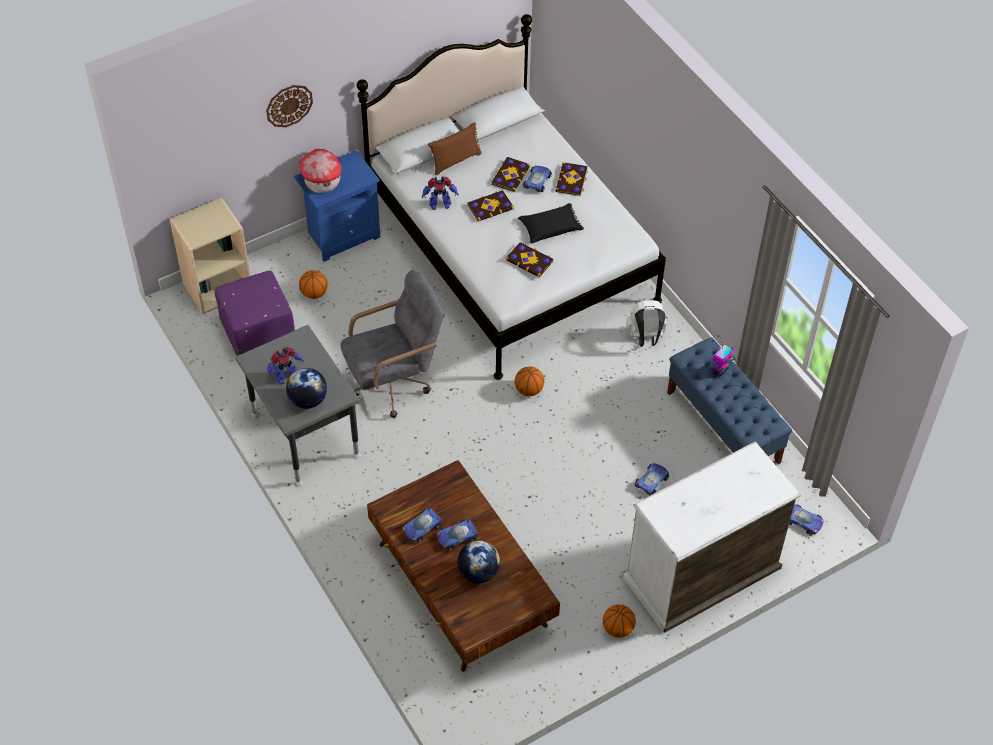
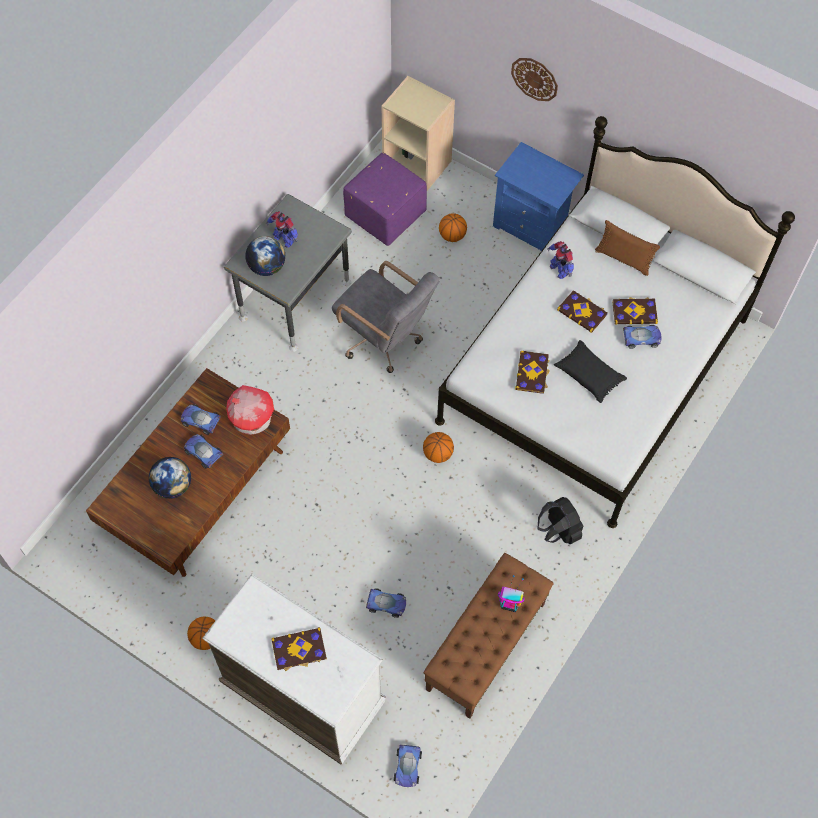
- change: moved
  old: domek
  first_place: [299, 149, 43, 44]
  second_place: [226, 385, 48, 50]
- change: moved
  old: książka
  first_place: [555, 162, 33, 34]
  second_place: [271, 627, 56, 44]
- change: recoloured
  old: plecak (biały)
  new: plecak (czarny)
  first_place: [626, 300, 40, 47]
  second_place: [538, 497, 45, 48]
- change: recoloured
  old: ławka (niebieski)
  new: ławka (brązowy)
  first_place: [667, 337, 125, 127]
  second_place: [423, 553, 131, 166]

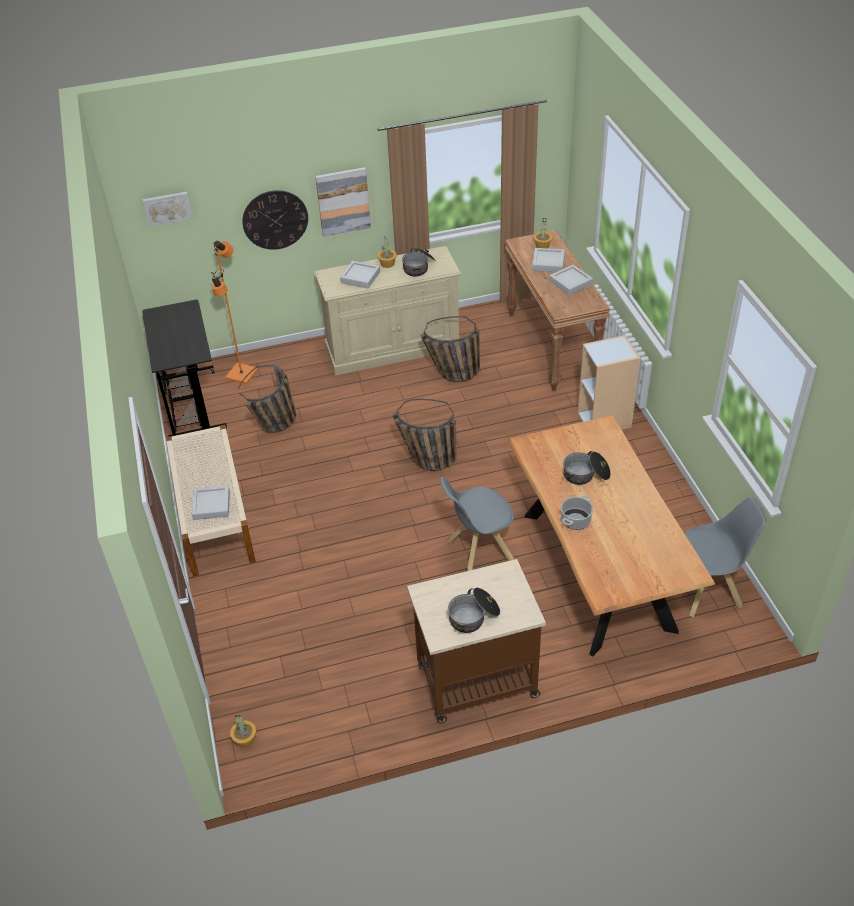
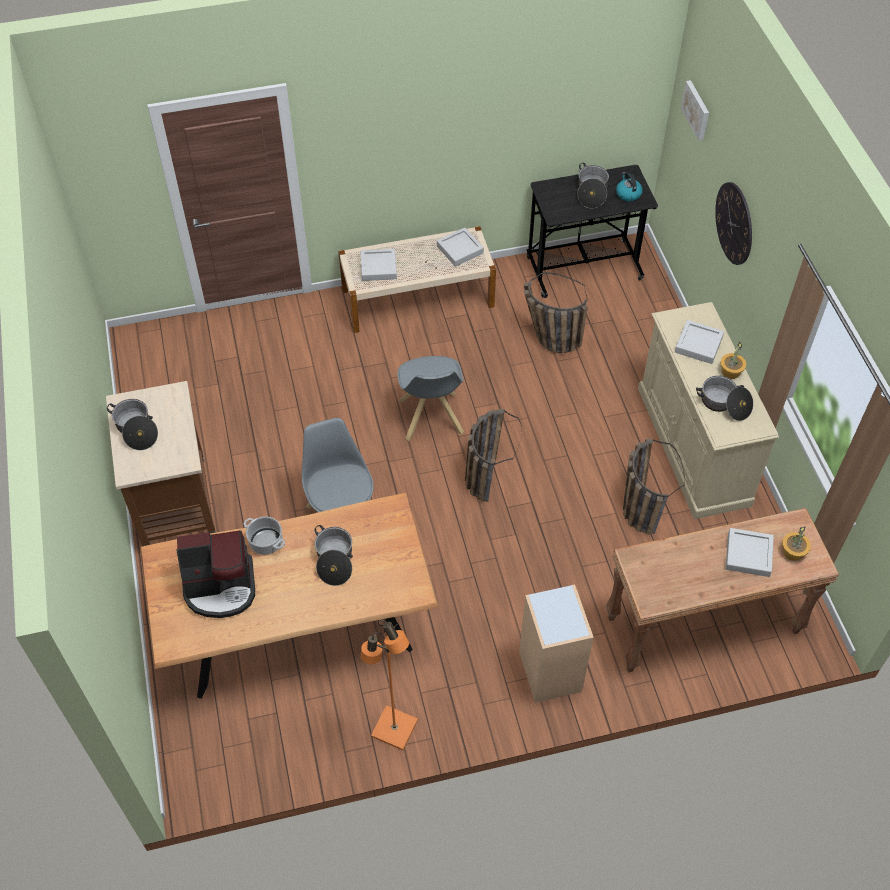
- change: removed
  old: obraz
  first_place: [315, 167, 56, 70]
- change: moved
  old: lampa stojąca (pomarańczowy)
  first_place: [211, 240, 47, 144]
  second_place: [361, 620, 57, 130]
- change: moved
  old: taca (szary)
  first_place: [549, 265, 44, 30]
  second_place: [437, 228, 47, 39]
- change: moved
  old: krzesło (szary)
  first_place: [684, 497, 82, 120]
  second_place: [397, 356, 67, 85]
- change: removed
  old: roślina doniczkowa
  first_place: [230, 715, 26, 33]
- change: added
  new: garnek
  second_place: [578, 163, 31, 46]
- change: added
  new: czajnik
  second_place: [616, 172, 27, 30]
- change: added
  new: ekspres do kawy
  second_place: [177, 530, 78, 88]

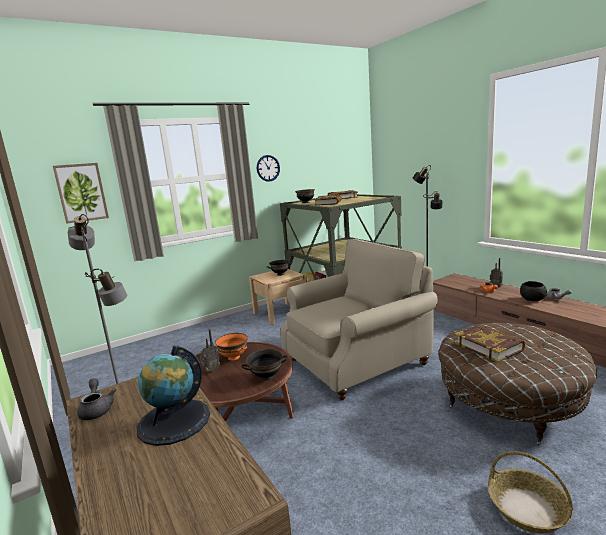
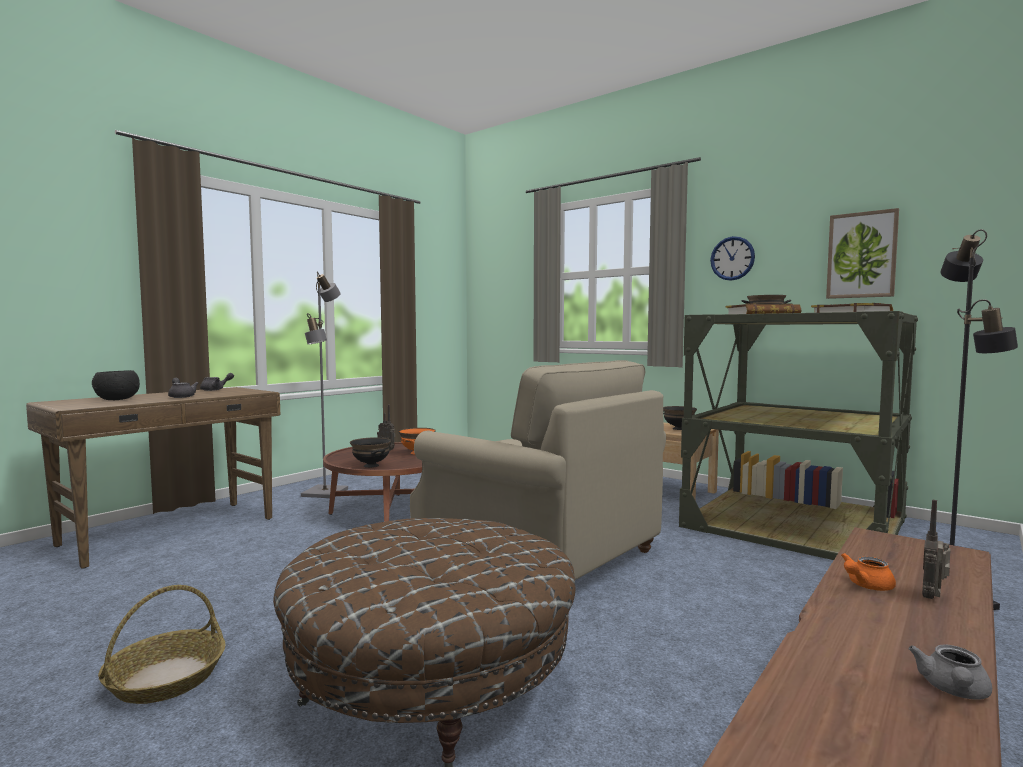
- change: moved
  old: obraz
  first_place: [53, 163, 56, 61]
  second_place: [826, 208, 73, 91]
- change: moved
  old: miska (czarny)
  first_place: [520, 281, 27, 20]
  second_place: [92, 370, 48, 30]
- change: removed
  old: książka
  first_place: [455, 325, 70, 38]
- change: replaced
  old: globus
  new: imbryk (szary)
  first_place: [137, 345, 73, 101]
  second_place: [168, 378, 31, 20]

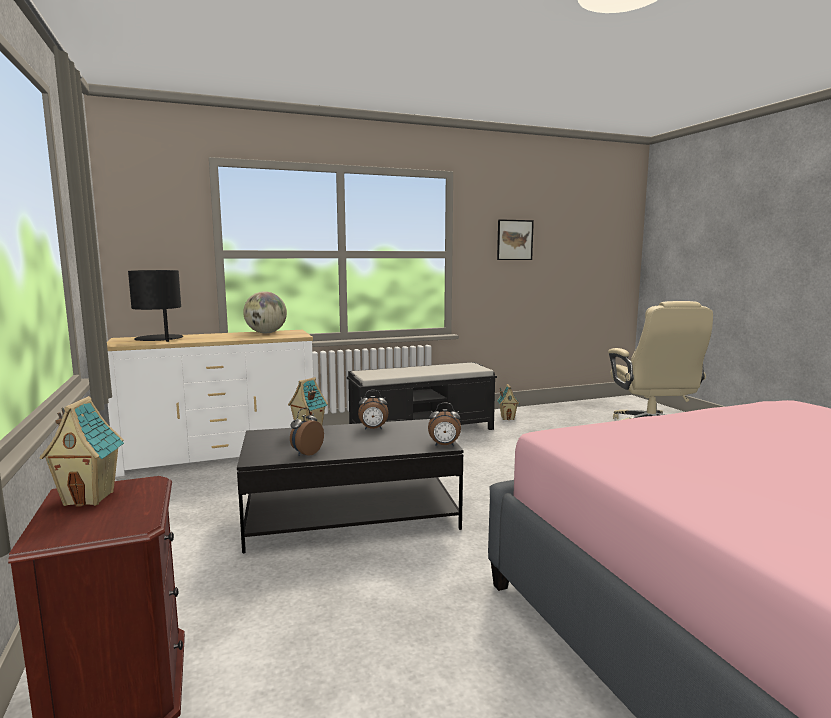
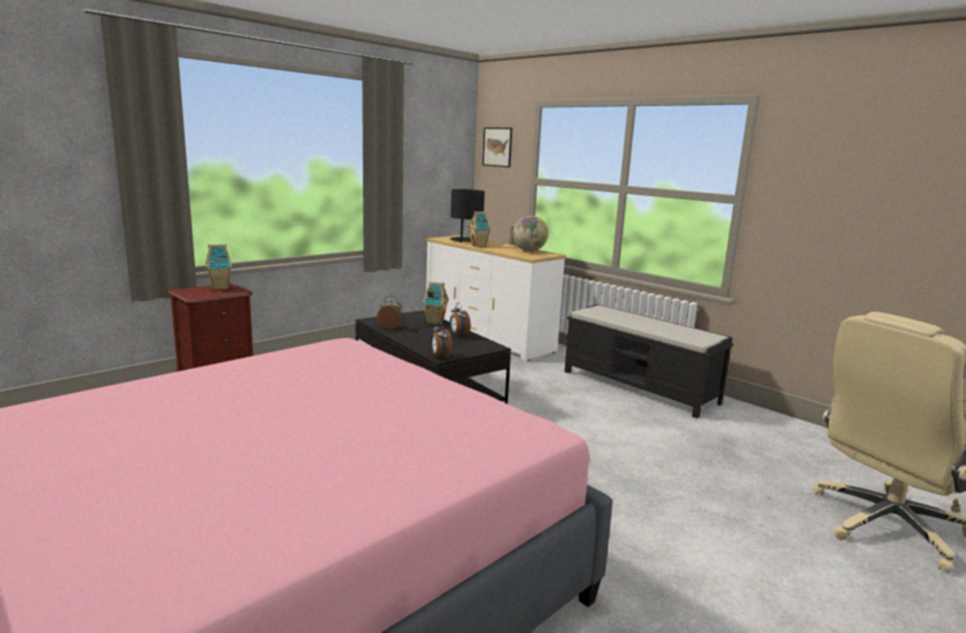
- change: moved
  old: obraz
  first_place: [497, 219, 37, 41]
  second_place: [482, 127, 30, 40]
- change: moved
  old: domek
  first_place: [497, 384, 22, 36]
  second_place: [468, 211, 23, 36]

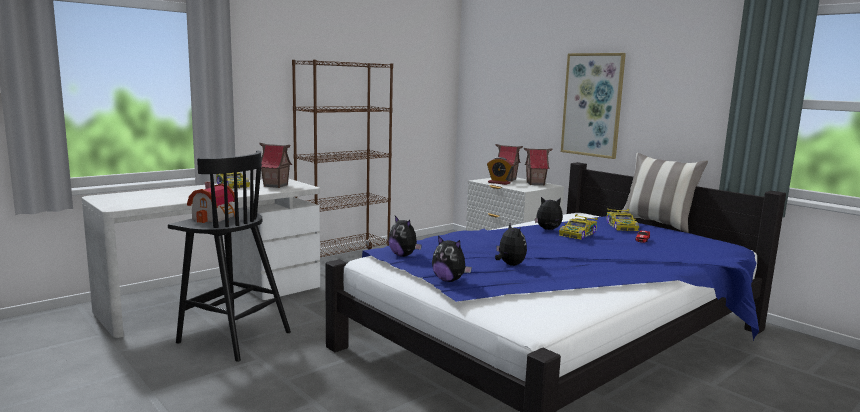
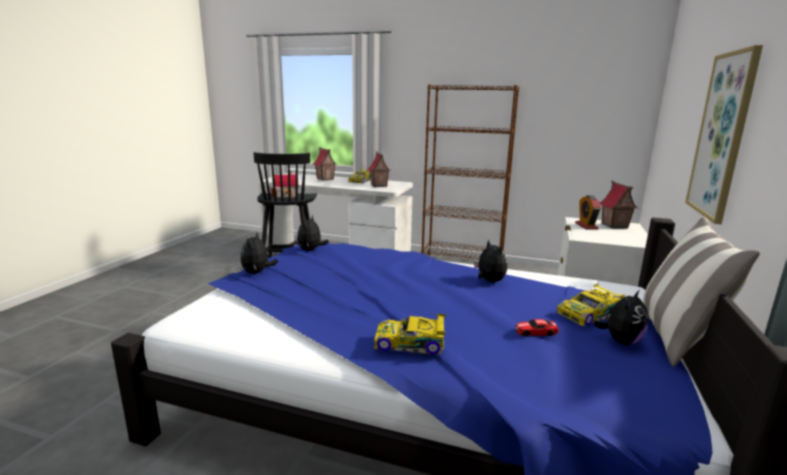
- change: moved
  old: domek
  first_place: [524, 148, 29, 37]
  second_place: [313, 147, 25, 34]
- change: moved
  old: samochodzik
  first_place: [559, 214, 39, 26]
  second_place: [374, 314, 72, 40]
- change: moved
  old: pluszak
  first_place: [495, 223, 32, 43]
  second_place: [593, 290, 56, 55]

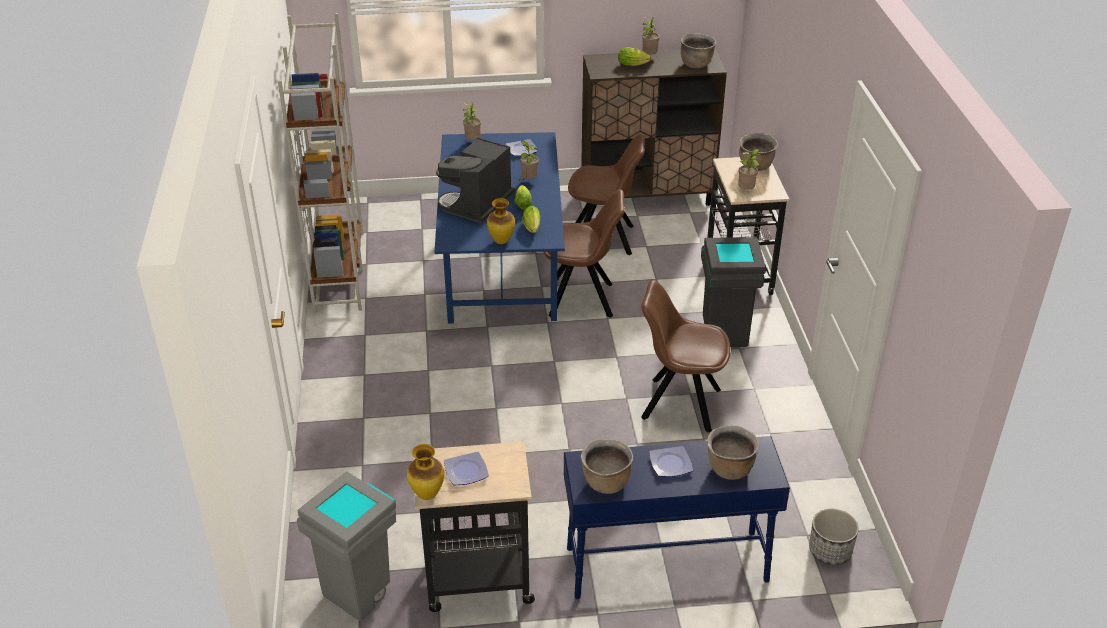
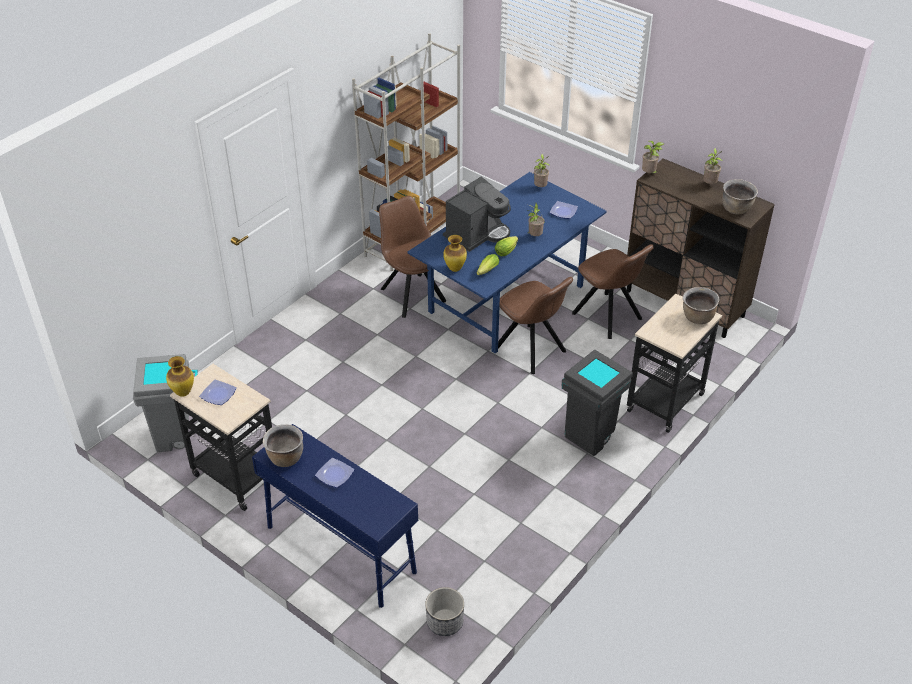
- change: removed
  old: sałata
  first_place: [618, 47, 33, 19]
- change: turned
  old: ekspres do kawy
  first_place: [436, 137, 79, 86]
  second_place: [443, 177, 68, 75]
  degrees: 150
- change: moved
  old: roślina doniczkowa
  first_place: [738, 149, 23, 41]
  second_place: [642, 141, 22, 32]
- change: moved
  old: krzesło (brązowy)
  first_place: [641, 280, 90, 152]
  second_place: [379, 196, 67, 122]
- change: removed
  old: garnek (brązowy)
  first_place: [707, 426, 52, 54]

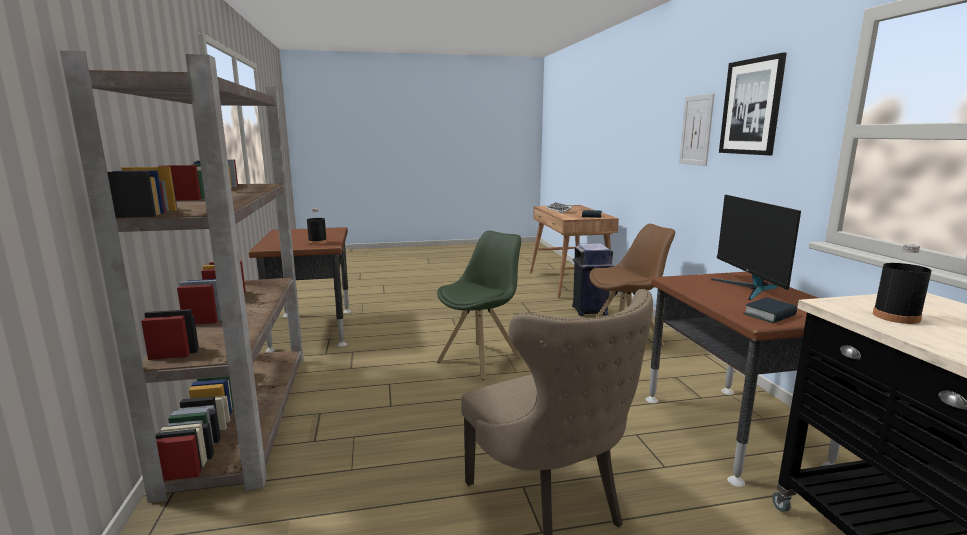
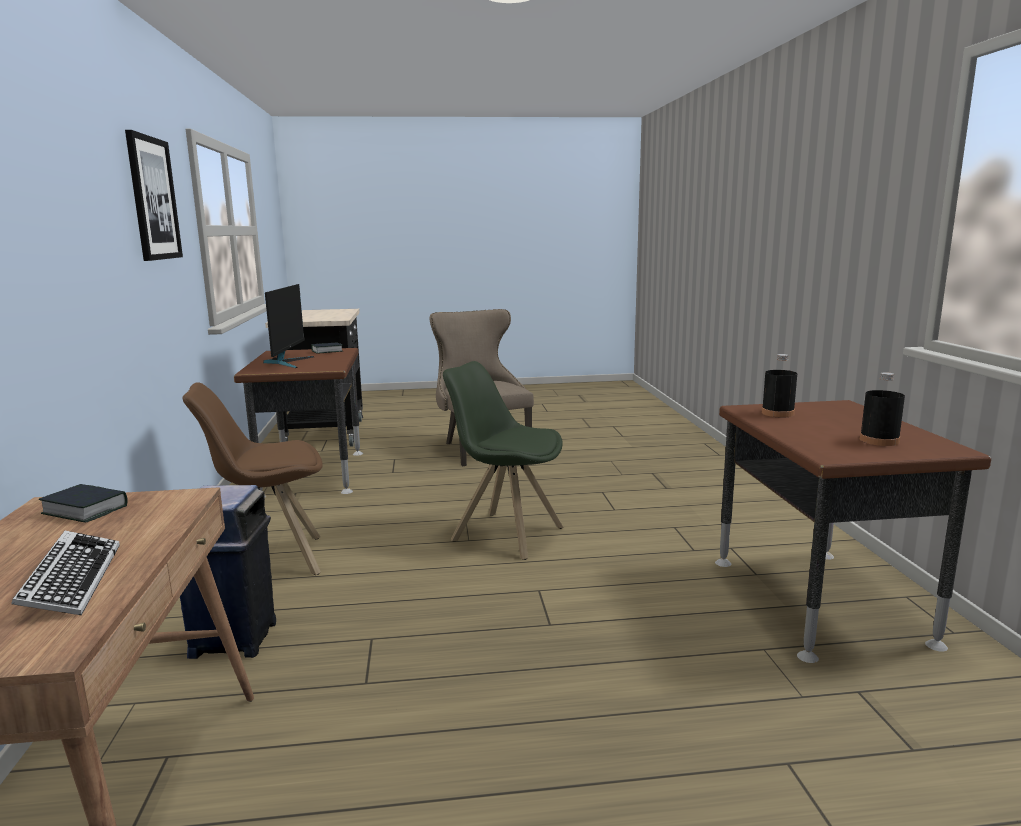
- change: removed
  old: regał (brązowy)
  first_place: [60, 51, 243, 452]
- change: removed
  old: obraz
  first_place: [679, 94, 36, 72]
- change: turned
  old: krzesło (zielony)
  first_place: [436, 231, 85, 149]
  second_place: [443, 361, 121, 199]
  degrees: 75
- change: moved
  old: butelka (czarny)
  first_place: [873, 244, 59, 80]
  second_place: [860, 372, 45, 74]

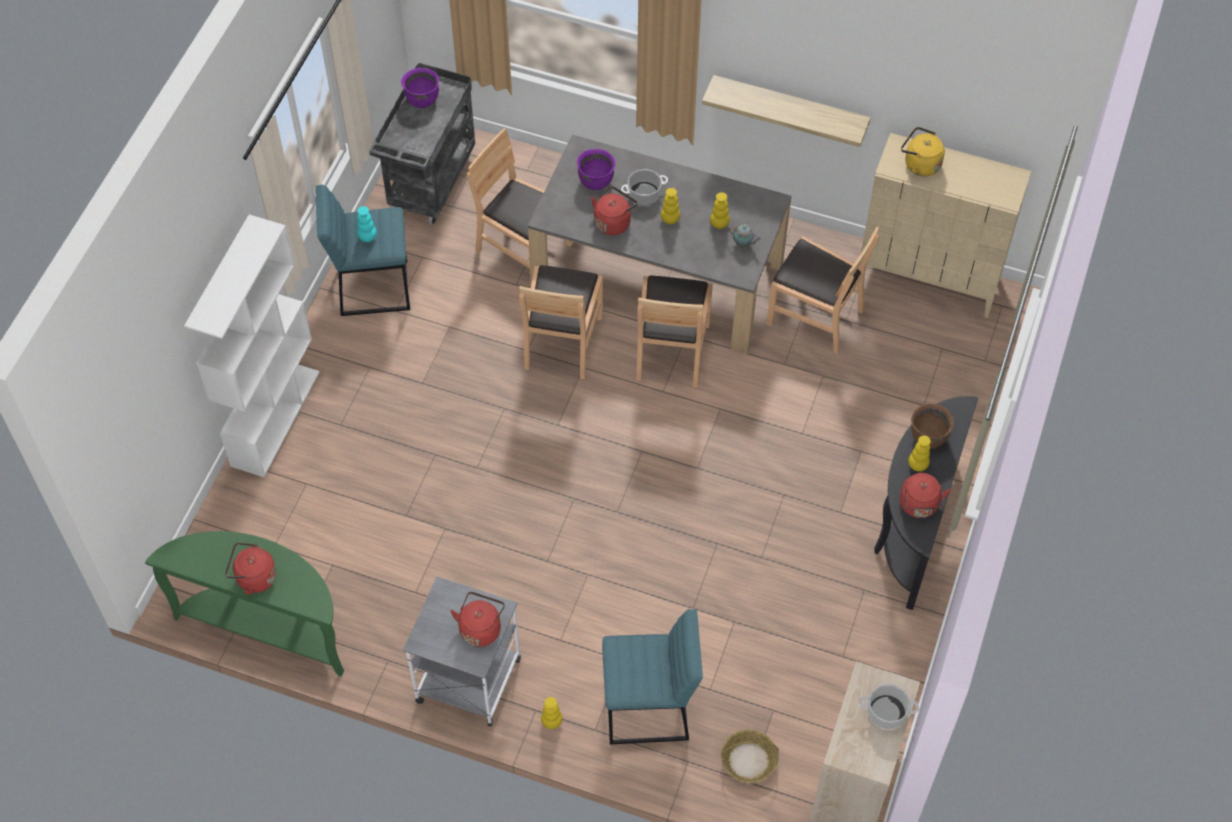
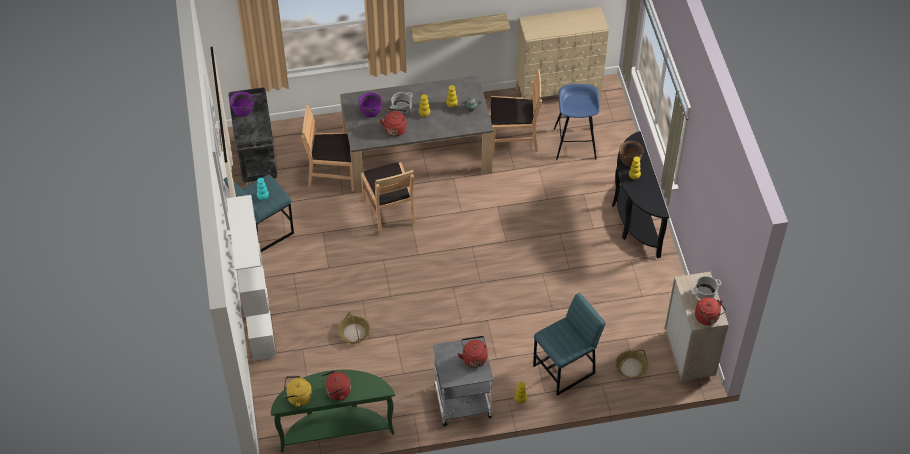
- change: moved
  old: czajnik (żółty)
  first_place: [901, 127, 44, 50]
  second_place: [283, 376, 29, 31]
- change: removed
  old: krzesło (brązowy)
  first_place: [636, 275, 77, 113]
- change: moved
  old: czajnik (czerwony)
  first_place: [900, 473, 51, 45]
  second_place: [695, 297, 31, 28]
- change: added
  new: stołek (niebieski)
  second_place: [554, 84, 46, 76]
- change: added
  new: koszyk
  second_place: [338, 311, 32, 33]

